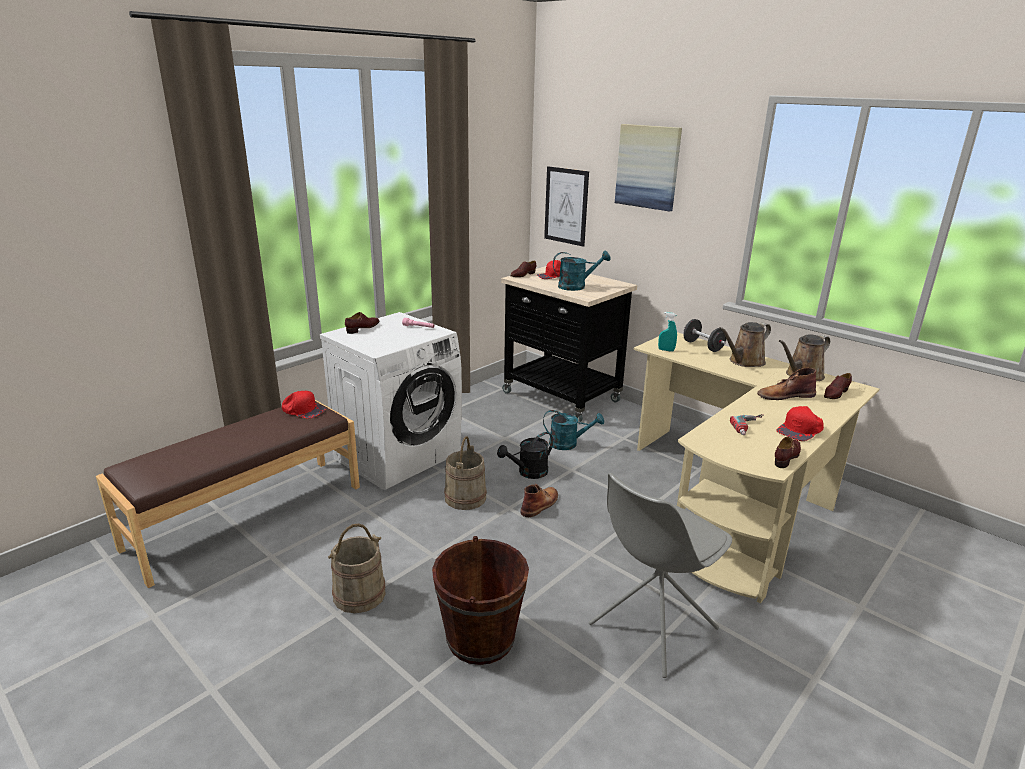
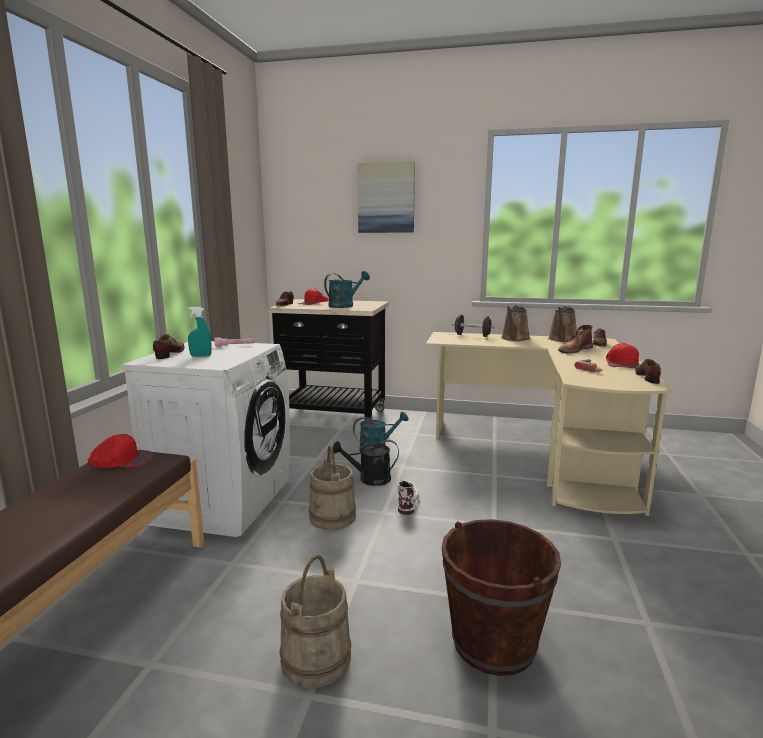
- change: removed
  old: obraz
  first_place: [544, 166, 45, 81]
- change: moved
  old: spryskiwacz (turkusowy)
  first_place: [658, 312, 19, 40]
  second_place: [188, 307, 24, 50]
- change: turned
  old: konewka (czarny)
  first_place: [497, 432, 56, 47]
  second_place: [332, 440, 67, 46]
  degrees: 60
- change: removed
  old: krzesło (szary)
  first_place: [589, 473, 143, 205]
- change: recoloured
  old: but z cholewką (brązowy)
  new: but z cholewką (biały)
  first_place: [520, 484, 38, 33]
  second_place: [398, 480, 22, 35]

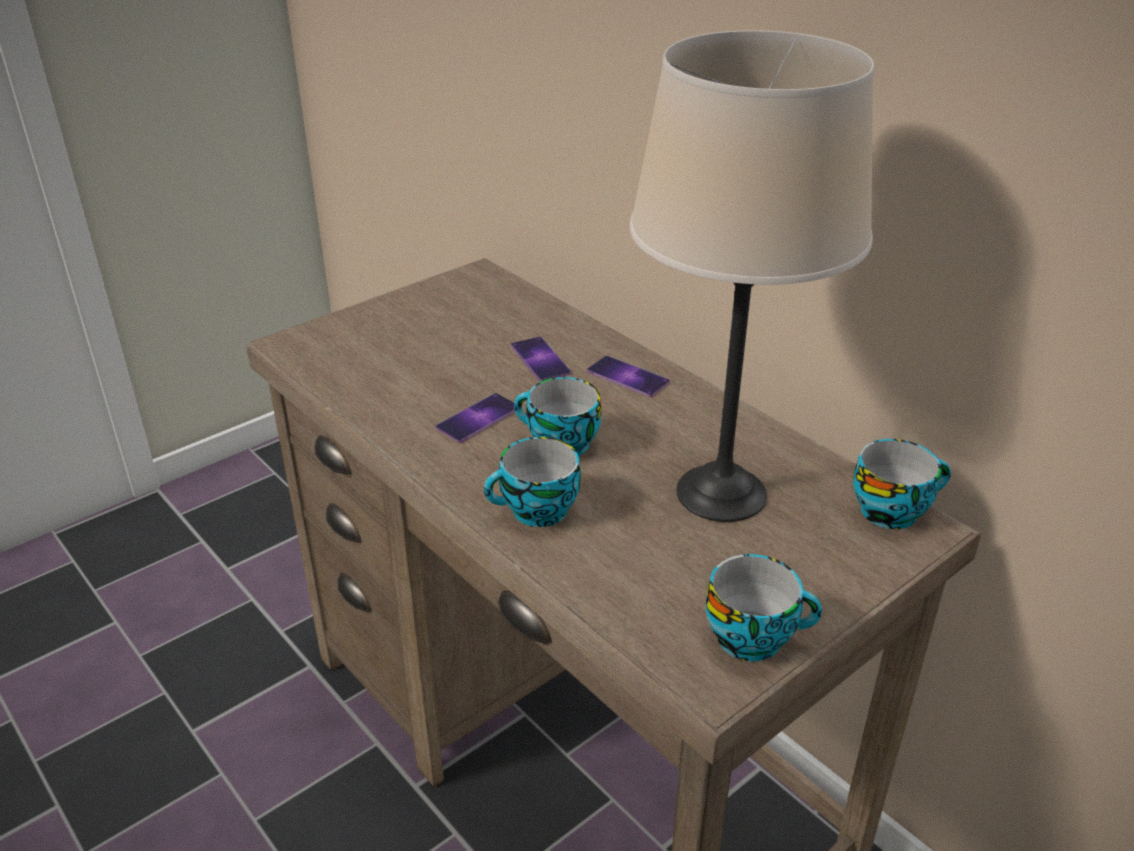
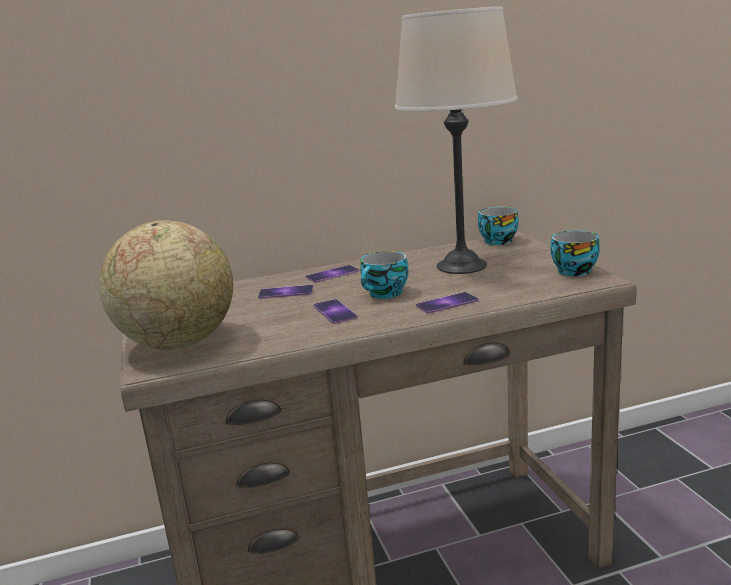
- change: replaced
  old: filiżanka
  new: telefon
  first_place: [484, 437, 97, 90]
  second_place: [416, 292, 63, 22]
- change: added
  new: globus
  second_place: [99, 220, 134, 130]

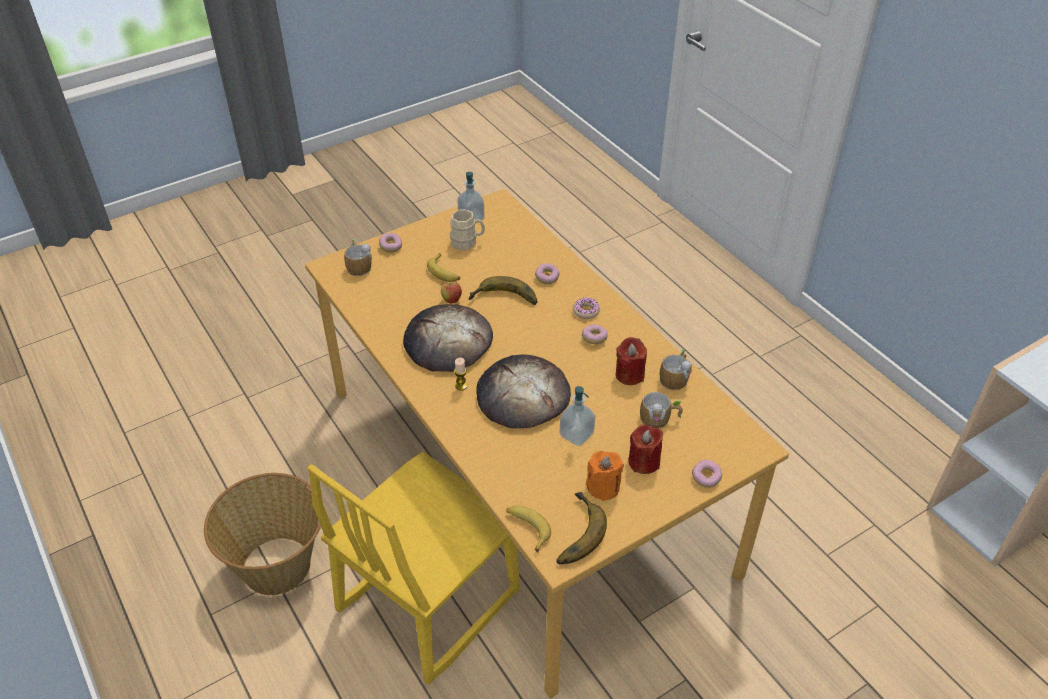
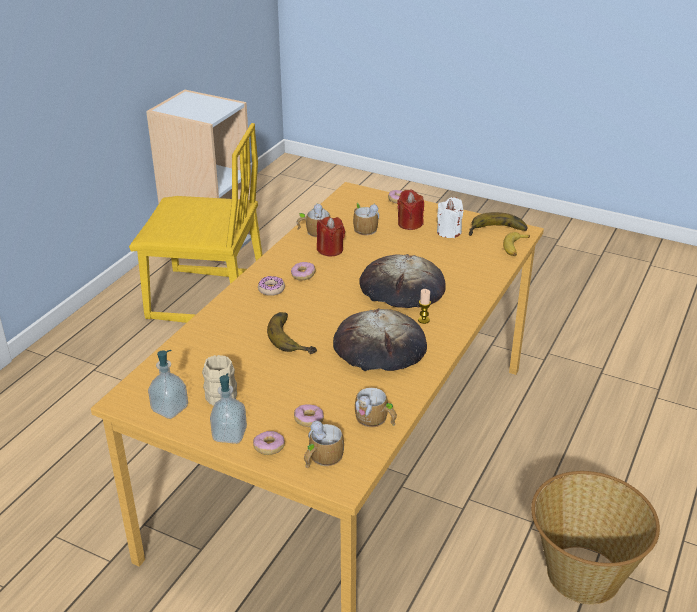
- change: removed
  old: banan
  first_place: [427, 253, 33, 29]
- change: moved
  old: donut
  first_place: [535, 263, 24, 21]
  second_place: [294, 405, 30, 22]
- change: removed
  old: jabłko
  first_place: [441, 279, 21, 25]
- change: moved
  old: dozownik mydła
  first_place: [560, 386, 35, 60]
  second_place: [210, 373, 37, 71]
- change: recoloured
  old: świeca (pomarańczowy)
  new: świeca (biały)
  first_place: [586, 451, 38, 50]
  second_place: [437, 197, 26, 41]
- change: moved
  old: krzesło (żółty)
  first_place: [308, 452, 212, 233]
  second_place: [129, 123, 133, 200]
- change: added
  new: kubek
  second_place: [355, 387, 42, 40]

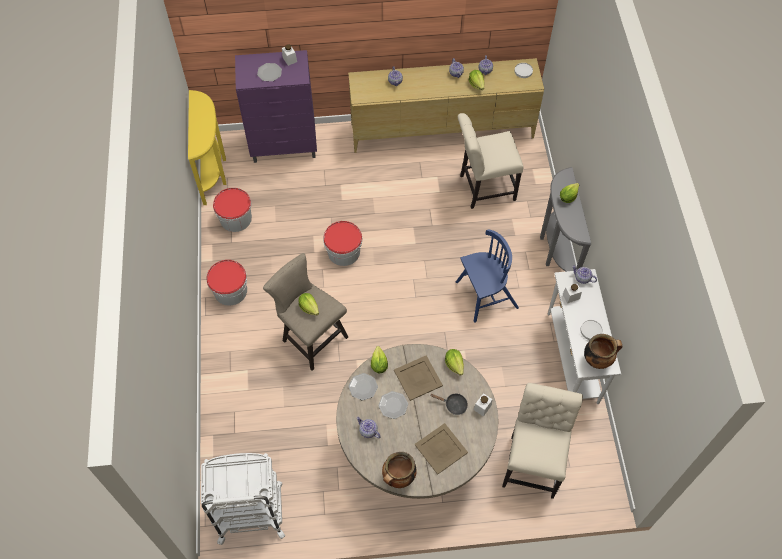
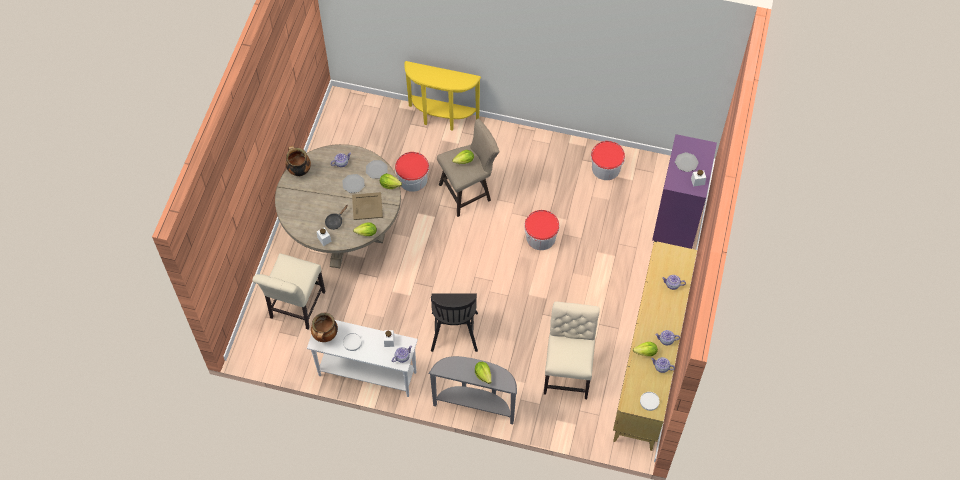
- change: moved
  old: stolik konsolowy (żółty)
  first_place: [188, 90, 38, 115]
  second_place: [404, 61, 77, 70]
- change: recoloured
  old: krzesło (niebieski)
  new: krzesło (czarny)
  first_place: [456, 229, 63, 94]
  second_place: [431, 293, 47, 59]
- change: moved
  old: wiadro
  first_place: [206, 260, 41, 46]
  second_place: [395, 152, 34, 40]
- change: turned
  old: krzesło (beżowy)
  first_place: [502, 383, 81, 116]
  second_place: [252, 253, 73, 76]
  degrees: 75
- change: removed
  old: taca (beżowy)
  first_place: [415, 423, 53, 52]
- change: removed
  old: wózek (biały)
  first_place: [201, 453, 84, 92]

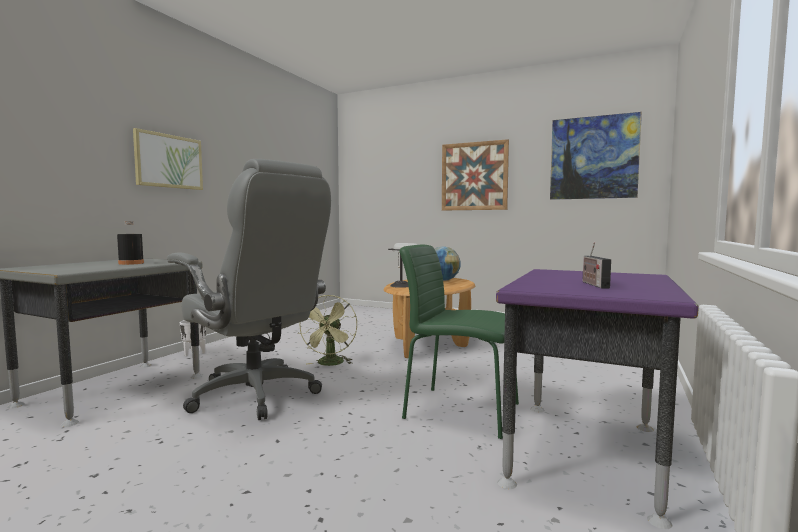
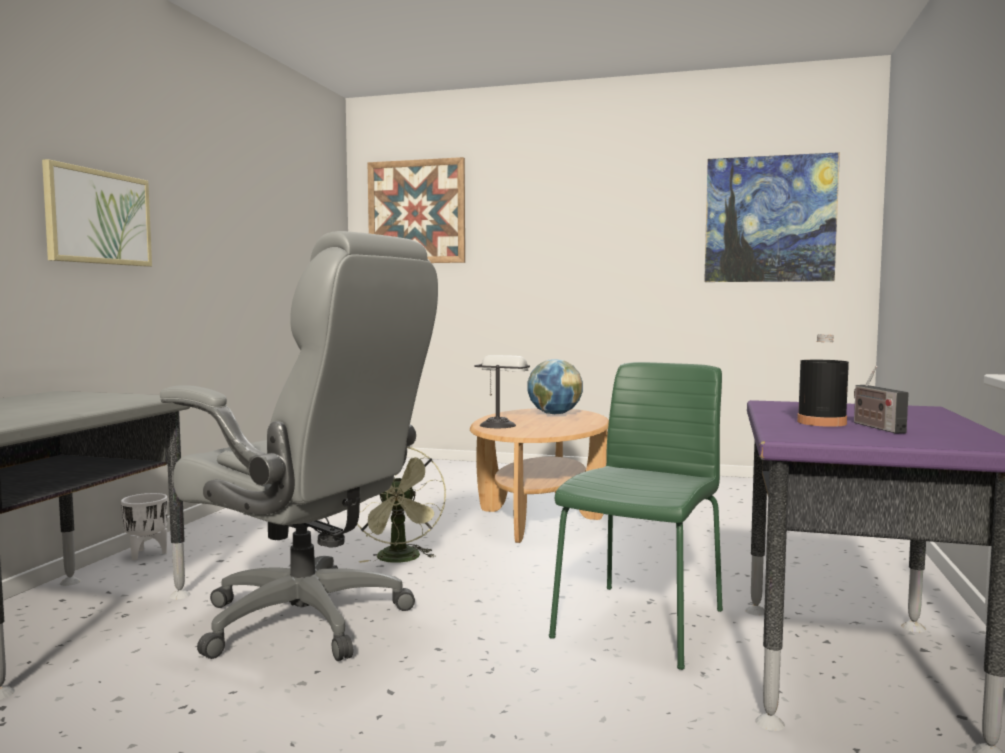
- change: moved
  old: obraz
  first_place: [442, 139, 67, 71]
  second_place: [368, 157, 97, 106]
- change: moved
  old: butelka (czarny)
  first_place: [117, 221, 27, 44]
  second_place: [797, 334, 52, 93]
- change: turned
  old: krzesło (zielony)
  first_place: [399, 245, 120, 194]
  second_place: [549, 362, 174, 308]
  degrees: 105

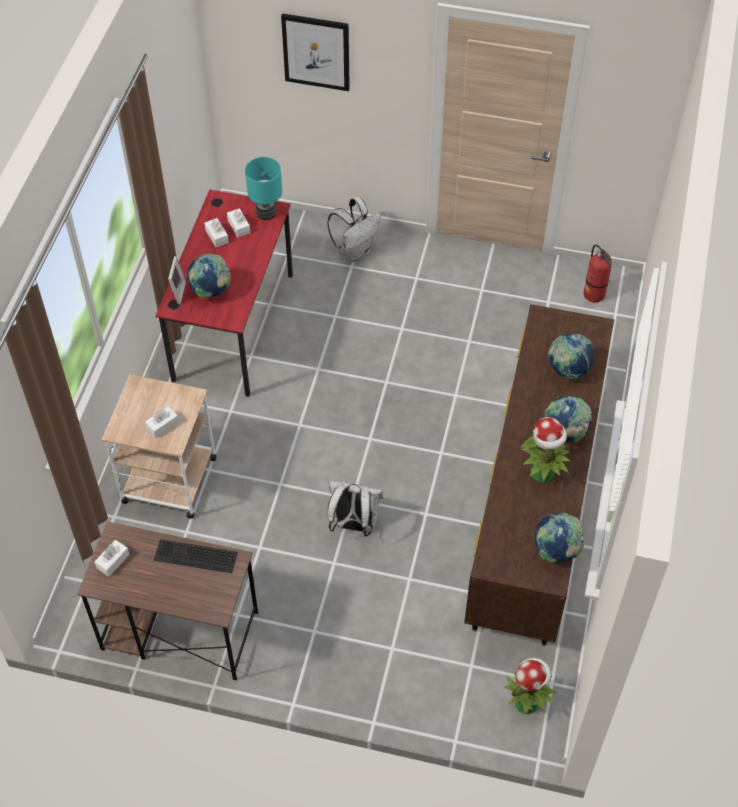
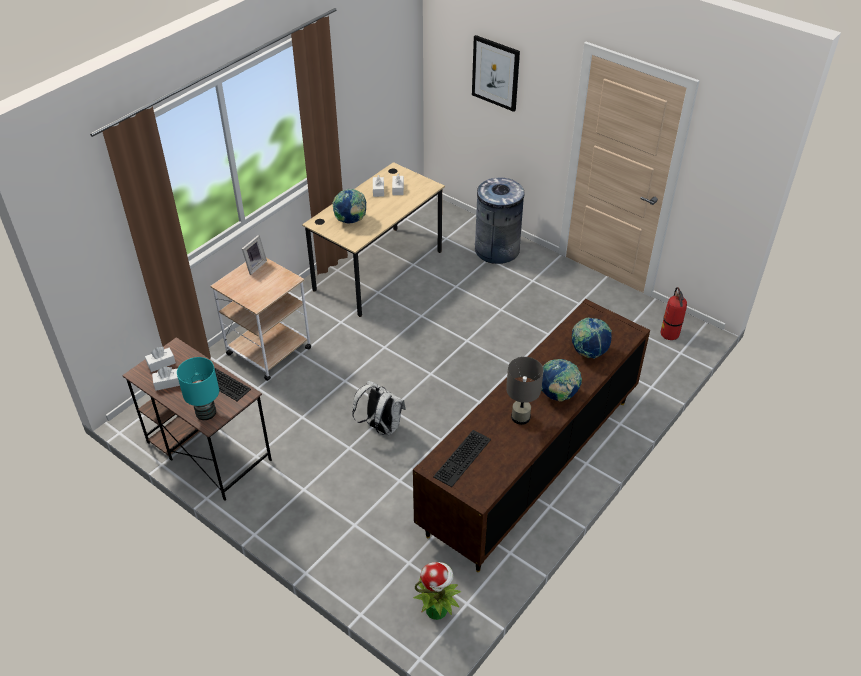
- change: moved
  old: lampa stołowa (turkusowy)
  first_place: [245, 157, 37, 63]
  second_place: [177, 357, 42, 63]
- change: recoloured
  old: biurko (czerwony)
  new: biurko (beżowy)
  first_place: [155, 189, 138, 208]
  second_place: [302, 162, 143, 155]
- change: replaced
  old: plecak (biały)
  new: kosz na śmieci (szary)
  first_place: [327, 197, 53, 65]
  second_place: [475, 177, 50, 87]
- change: moved
  old: ramka na zdjęcie
  first_place: [168, 256, 18, 48]
  second_place: [242, 235, 25, 40]
- change: moved
  old: pudełko chusteczek (biały)
  first_place: [145, 406, 34, 32]
  second_place: [152, 367, 28, 24]
- change: replaced
  old: roślina doniczkowa
  new: lampa stołowa (szary)
  first_place: [520, 417, 50, 66]
  second_place: [506, 357, 37, 68]
- change: removed
  old: globus
  first_place: [535, 512, 50, 50]
- change: added
  new: klawiatura
  second_place: [433, 430, 58, 57]

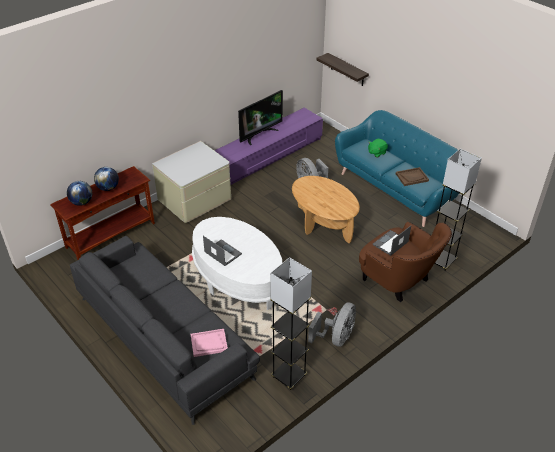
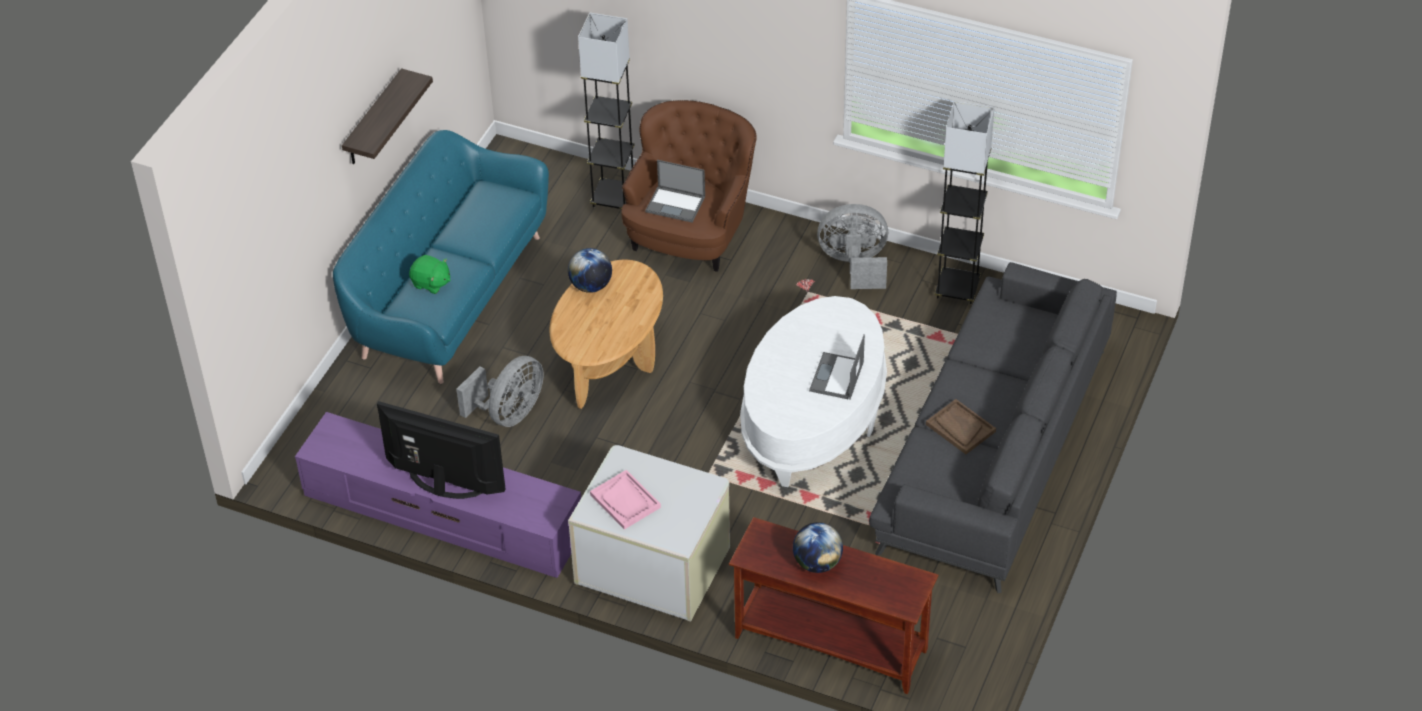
- change: moved
  old: półka
  first_place: [317, 53, 52, 33]
  second_place: [342, 68, 91, 96]
- change: moved
  old: taca (brązowy)
  first_place: [396, 167, 33, 19]
  second_place: [926, 399, 70, 55]
- change: moved
  old: globus
  first_place: [67, 181, 25, 25]
  second_place: [568, 248, 44, 45]
- change: moved
  old: taca (różowy)
  first_place: [191, 329, 37, 28]
  second_place: [590, 470, 71, 60]

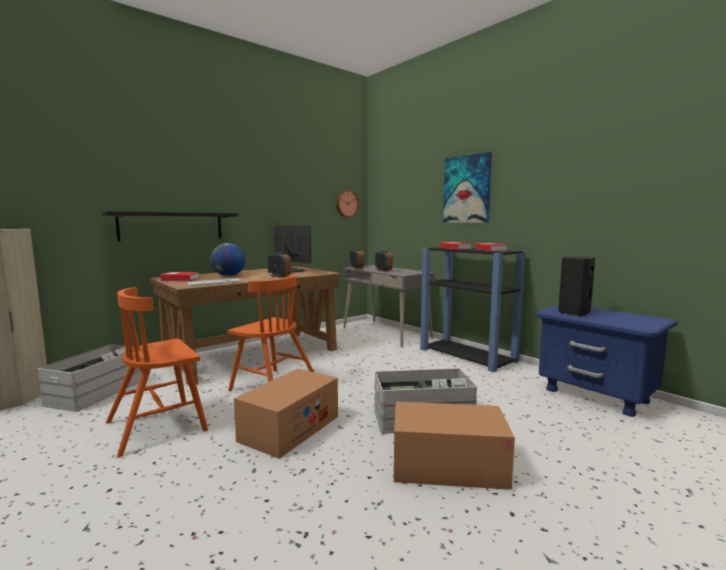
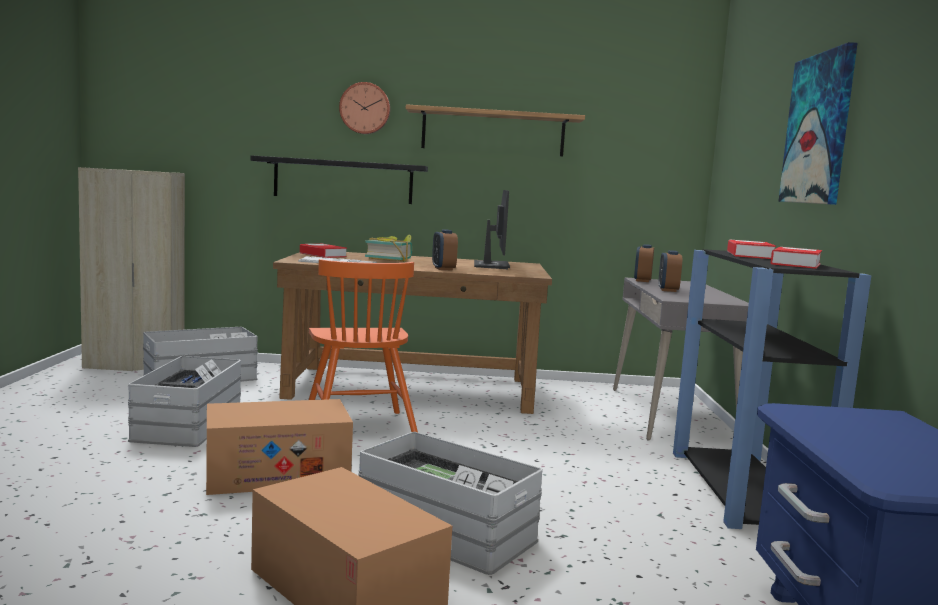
- change: moved
  old: zegar ścienny
  first_place: [336, 190, 23, 27]
  second_place: [339, 82, 51, 52]
- change: replaced
  old: globus
  new: książka
  first_place: [211, 243, 34, 33]
  second_place: [365, 235, 47, 27]
- change: removed
  old: głośnik (czarny)
  first_place: [558, 256, 37, 60]
- change: replaced
  old: krzesło (pomarańczowy)
  new: pojemnik do przechowywania (szary)
  first_place: [106, 287, 102, 171]
  second_place: [127, 356, 114, 91]
- change: added
  new: półka
  second_place: [406, 104, 179, 53]

